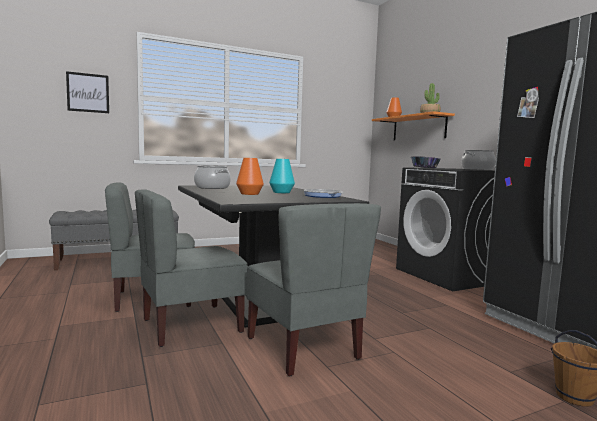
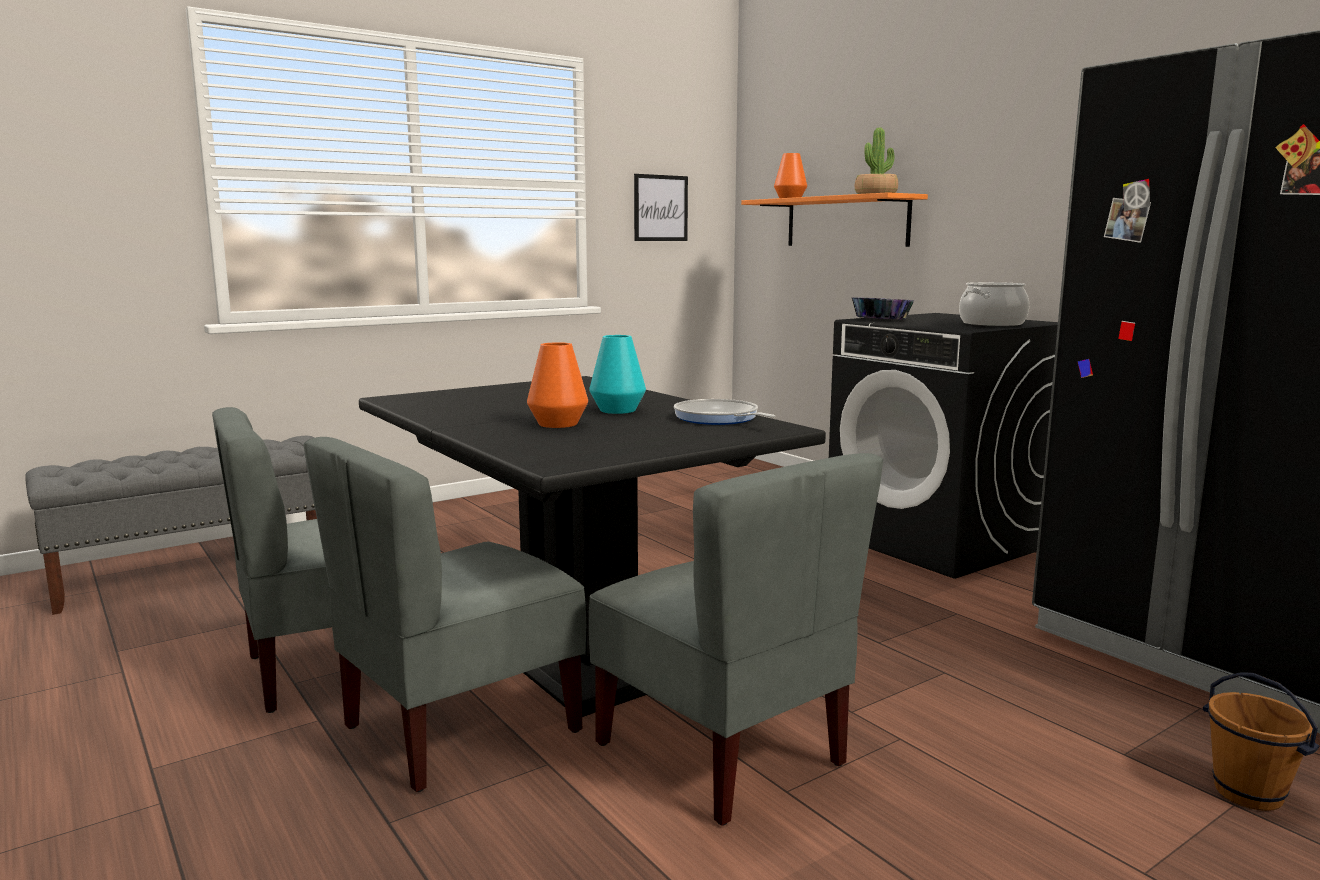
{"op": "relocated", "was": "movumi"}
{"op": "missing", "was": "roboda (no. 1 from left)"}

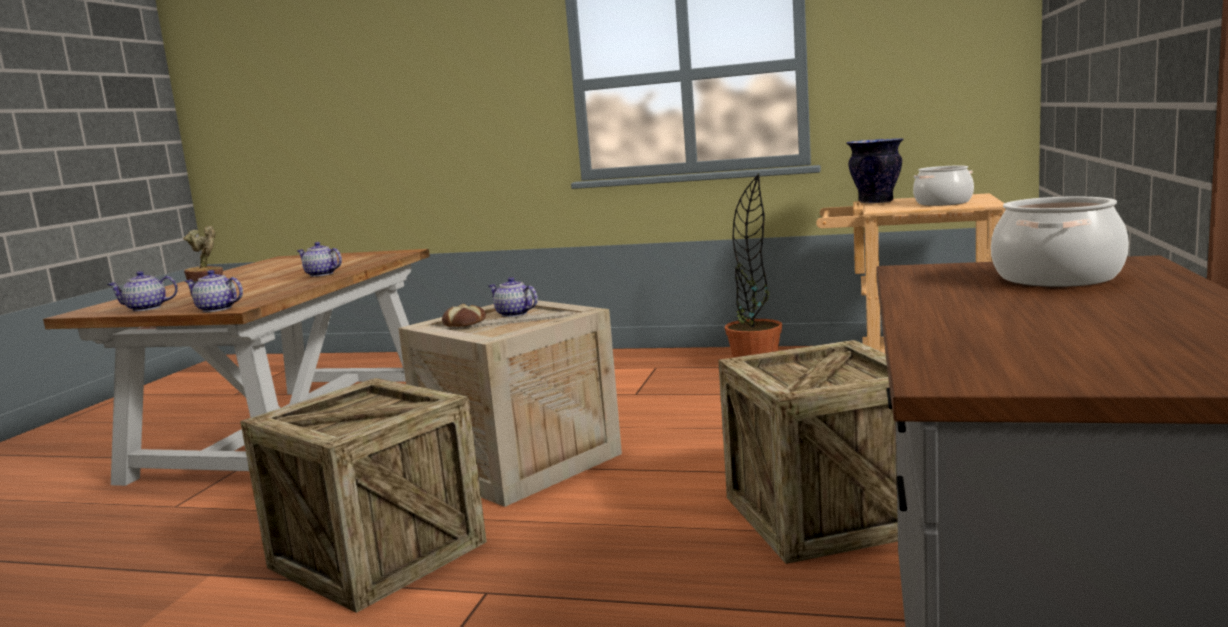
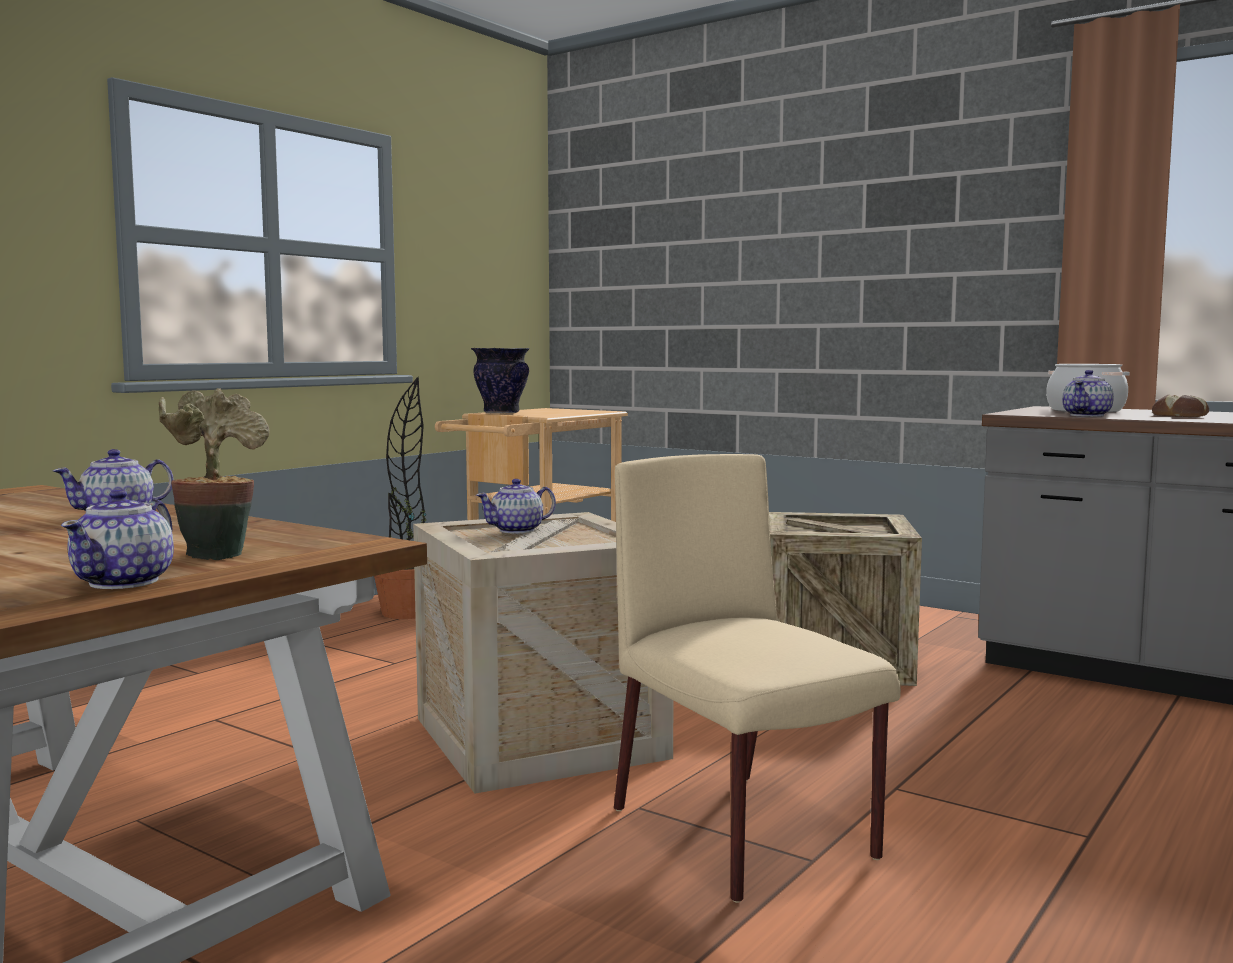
{"op": "exchanged", "was": "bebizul (no. 1 from left)", "now": "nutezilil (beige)"}
{"op": "relocated", "was": "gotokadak (no. 2 from left in the first image)", "now": "gotokadak (no. 4 from left)"}
{"op": "relocated", "was": "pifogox"}
{"op": "missing", "was": "roboda (no. 1 from left)"}

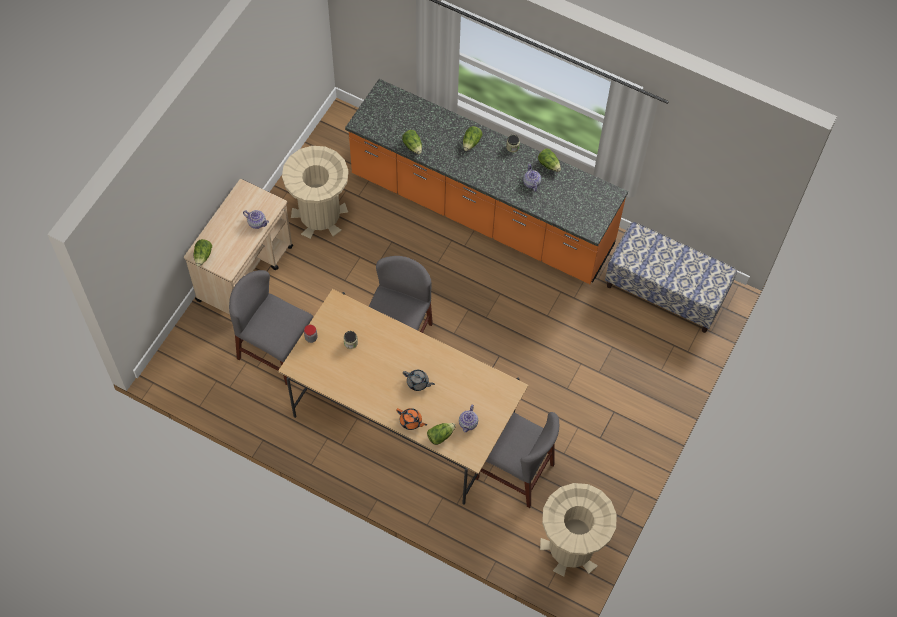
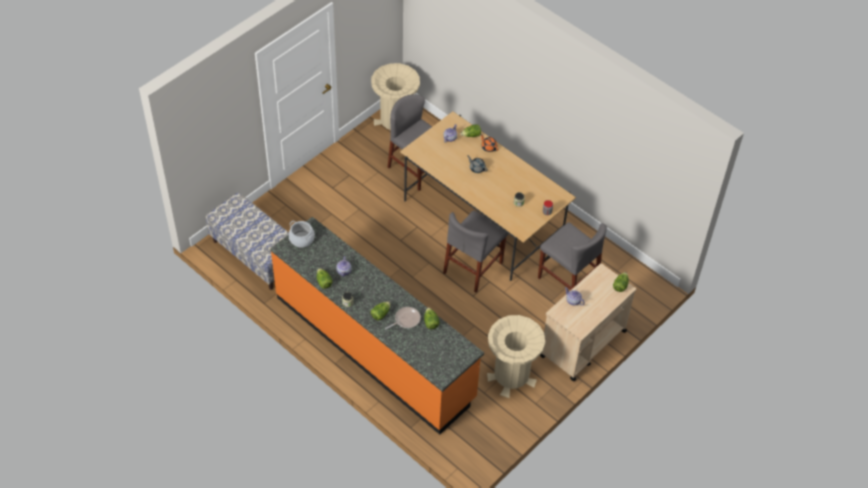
{"op": "appeared", "now": "roboda"}
{"op": "appeared", "now": "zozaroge"}

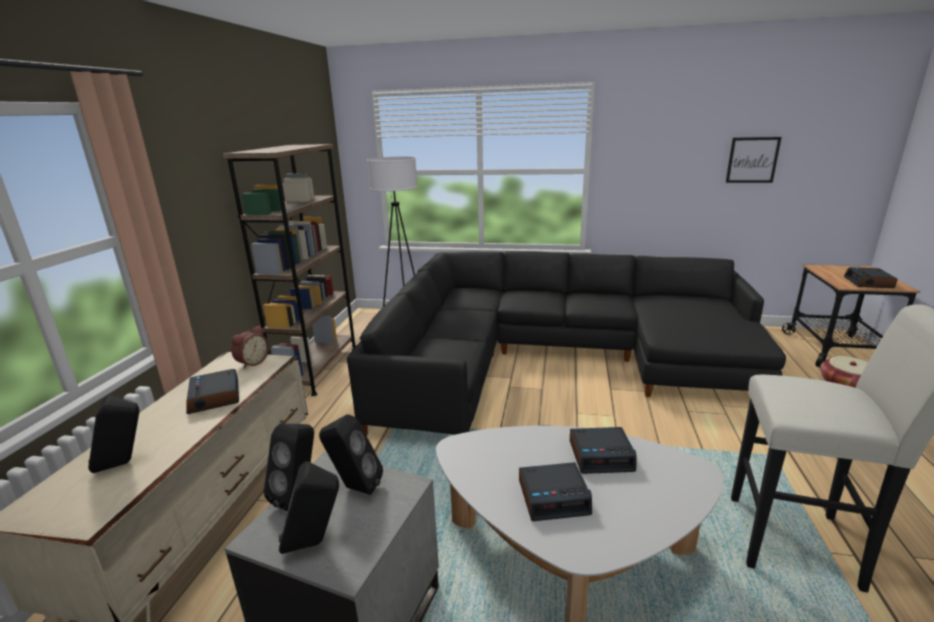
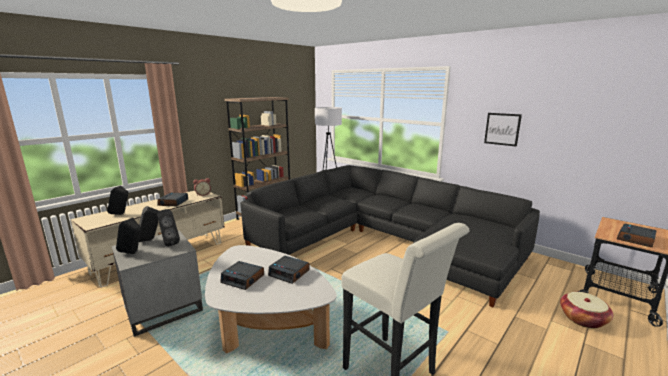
{"op": "relocated", "was": "movumi"}

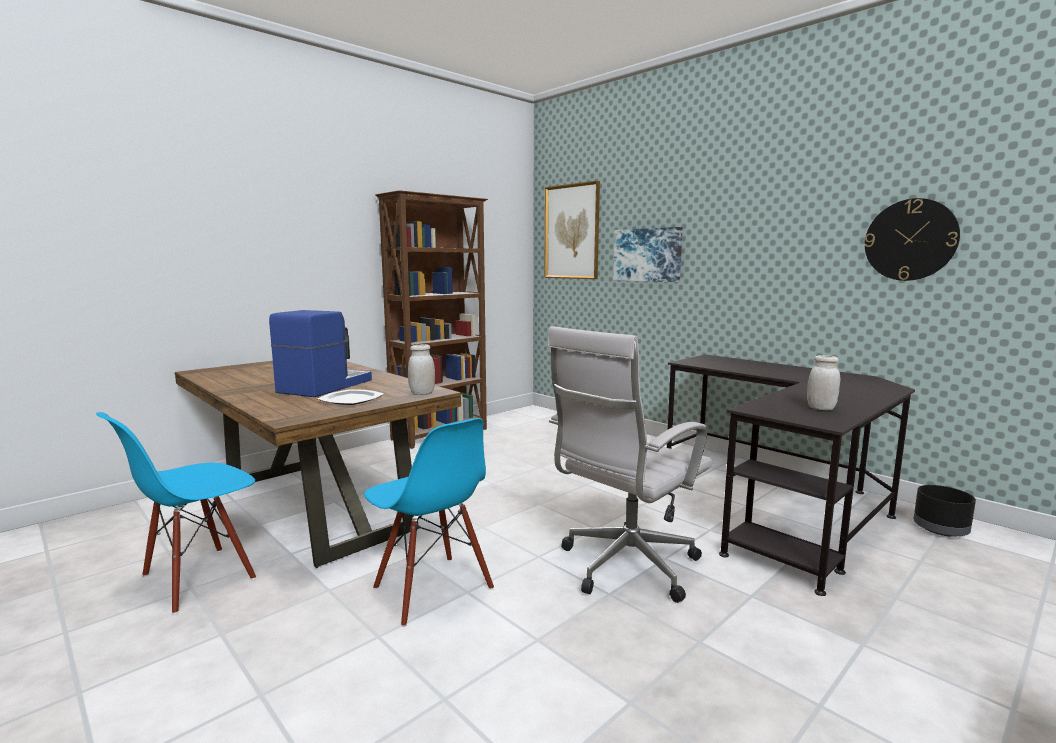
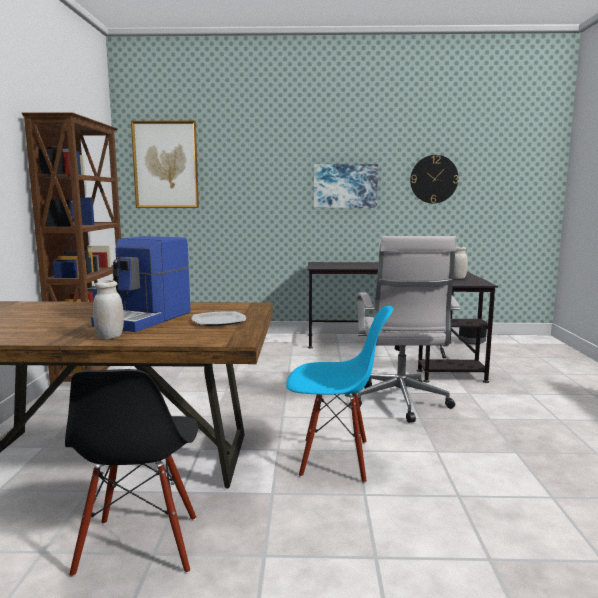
{"op": "colour", "was": "nutezilil (blue) (no. 1 from left)", "now": "nutezilil (black)"}
{"op": "spun", "was": "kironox", "clockwise": -135}
{"op": "relocated", "was": "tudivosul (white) (no. 1 from left)"}
{"op": "relocated", "was": "movumi (no. 2 from left)"}

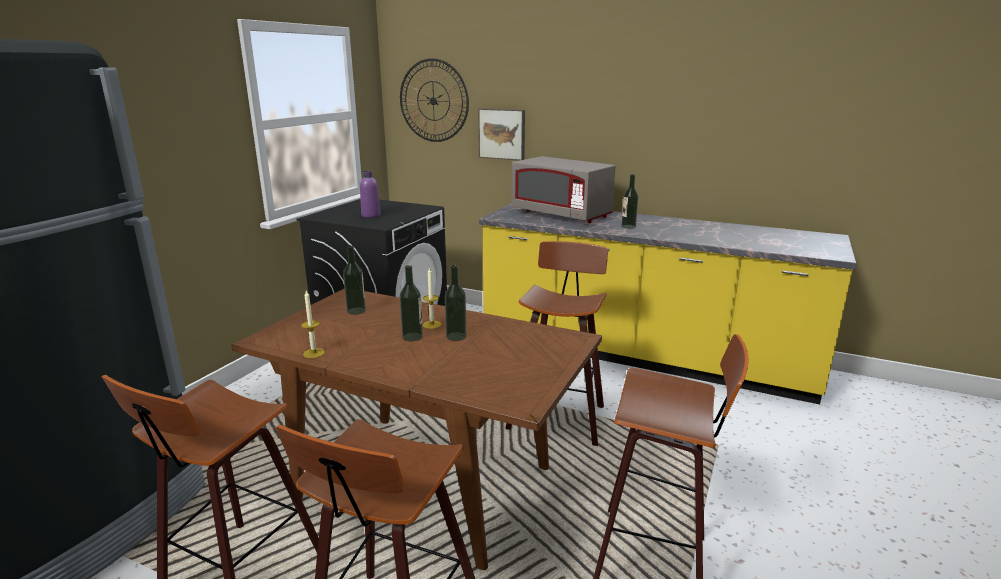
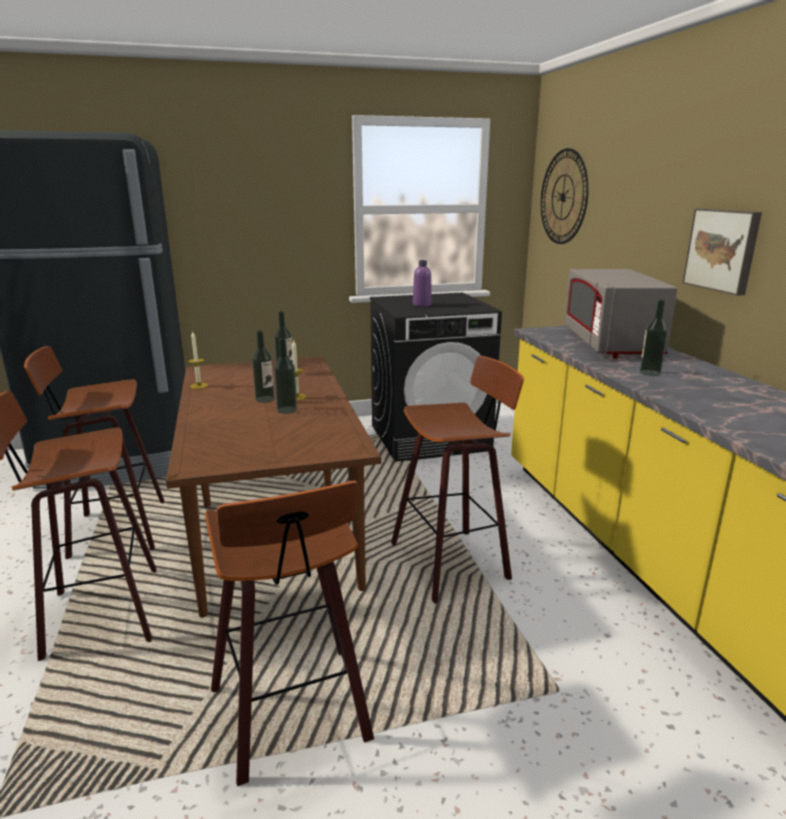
{"op": "relocated", "was": "movumi"}

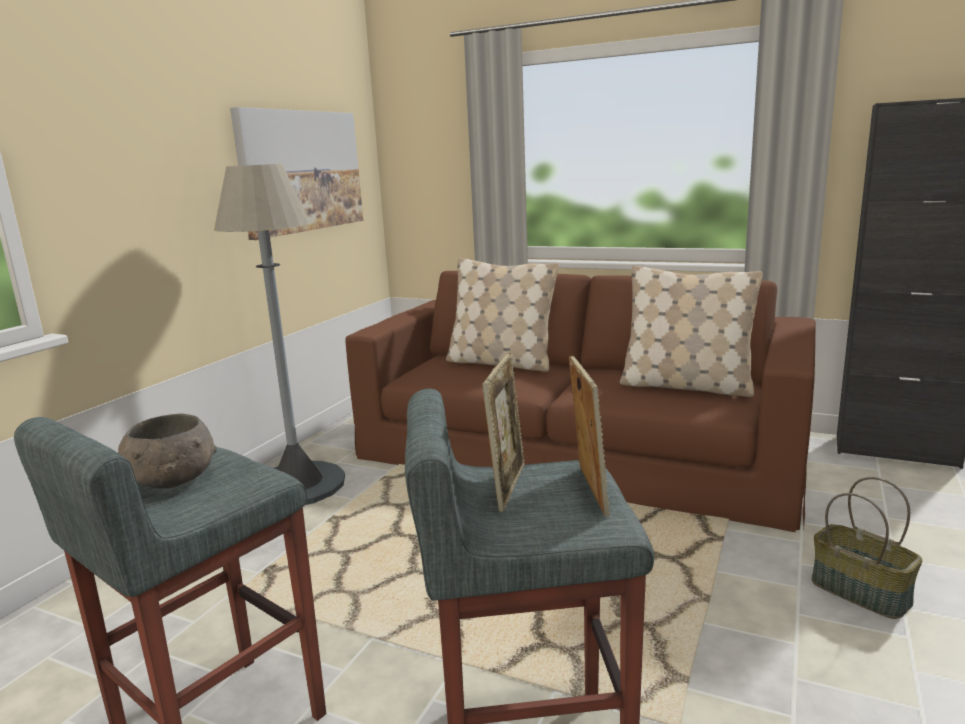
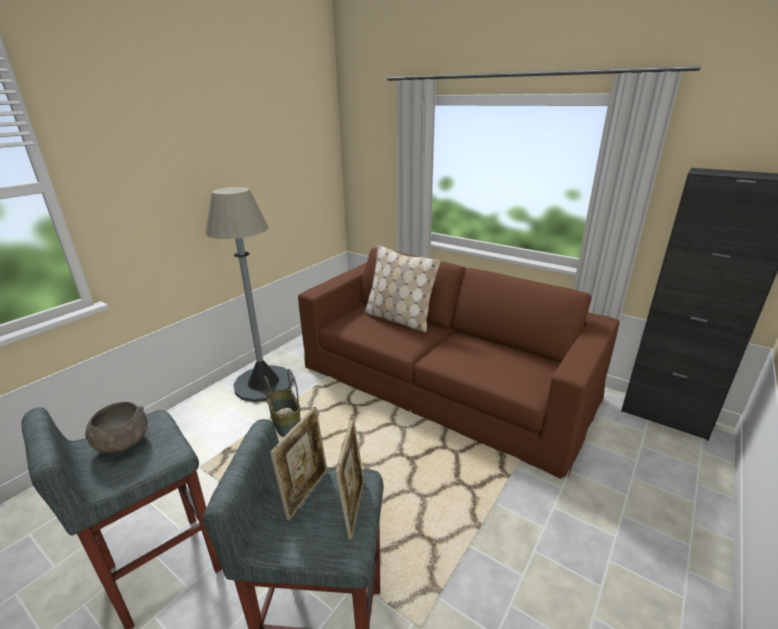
{"op": "relocated", "was": "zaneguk"}
{"op": "missing", "was": "movumi"}
{"op": "missing", "was": "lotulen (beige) (no. 2 from left)"}

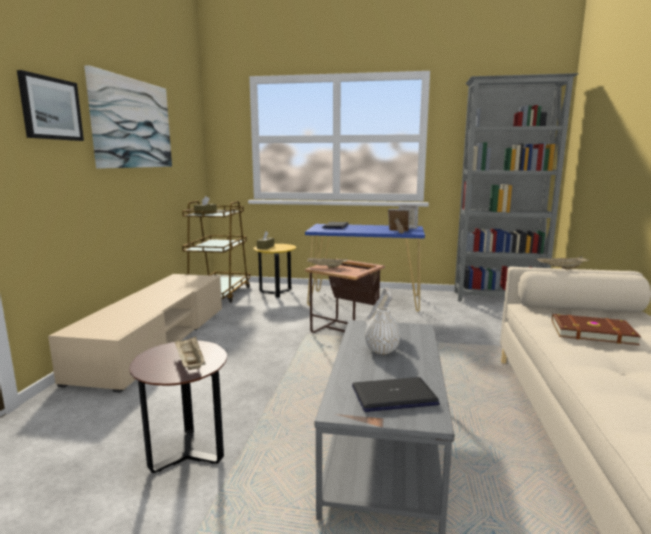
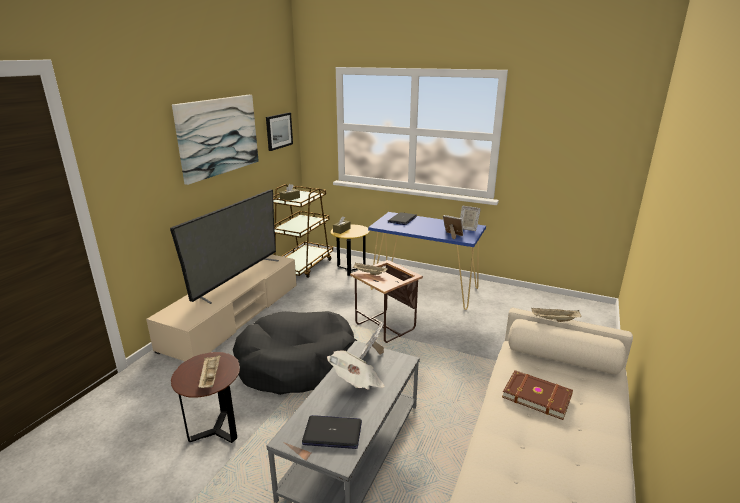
{"op": "appeared", "now": "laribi"}
{"op": "appeared", "now": "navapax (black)"}
{"op": "relocated", "was": "movumi (no. 1 from left in the first image)", "now": "movumi (no. 2 from left)"}
{"op": "exchanged", "was": "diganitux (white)", "now": "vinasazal"}
{"op": "missing", "was": "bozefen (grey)"}

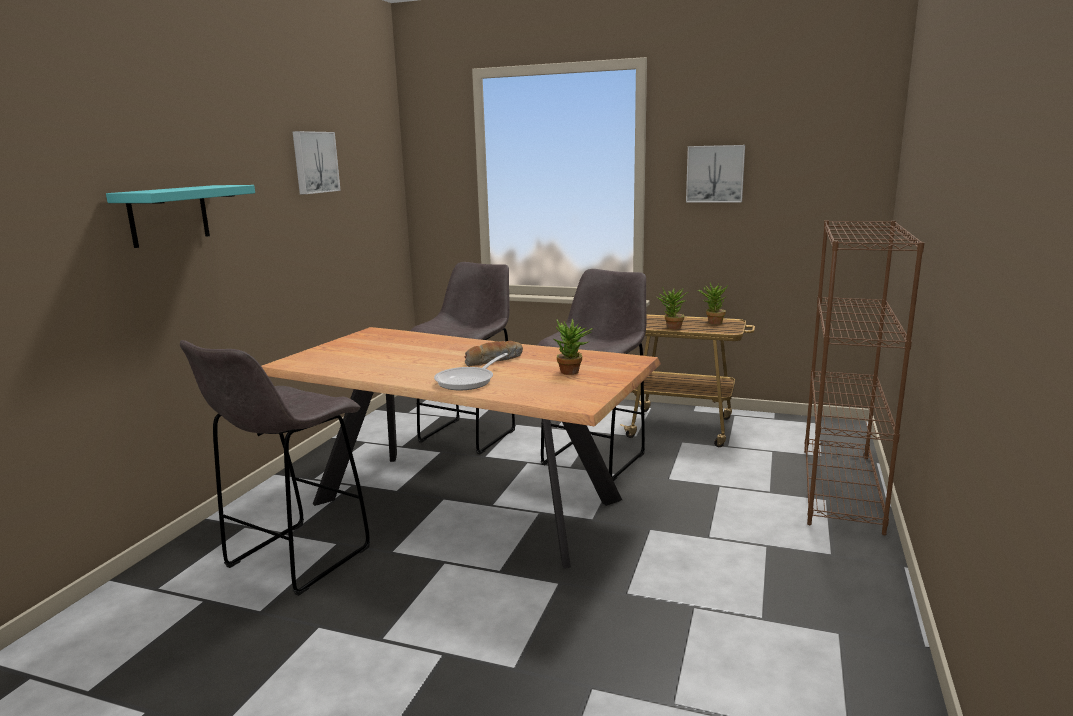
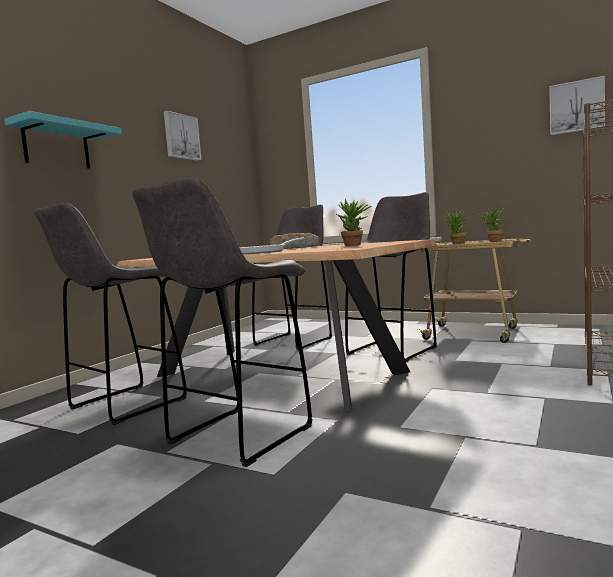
{"op": "appeared", "now": "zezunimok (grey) (no. 2 from left)"}
{"op": "relocated", "was": "movumi (no. 2 from left)"}

